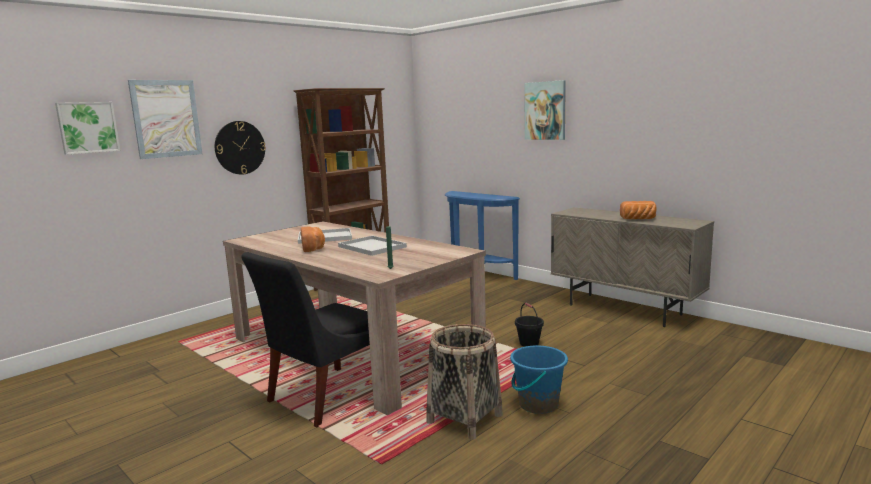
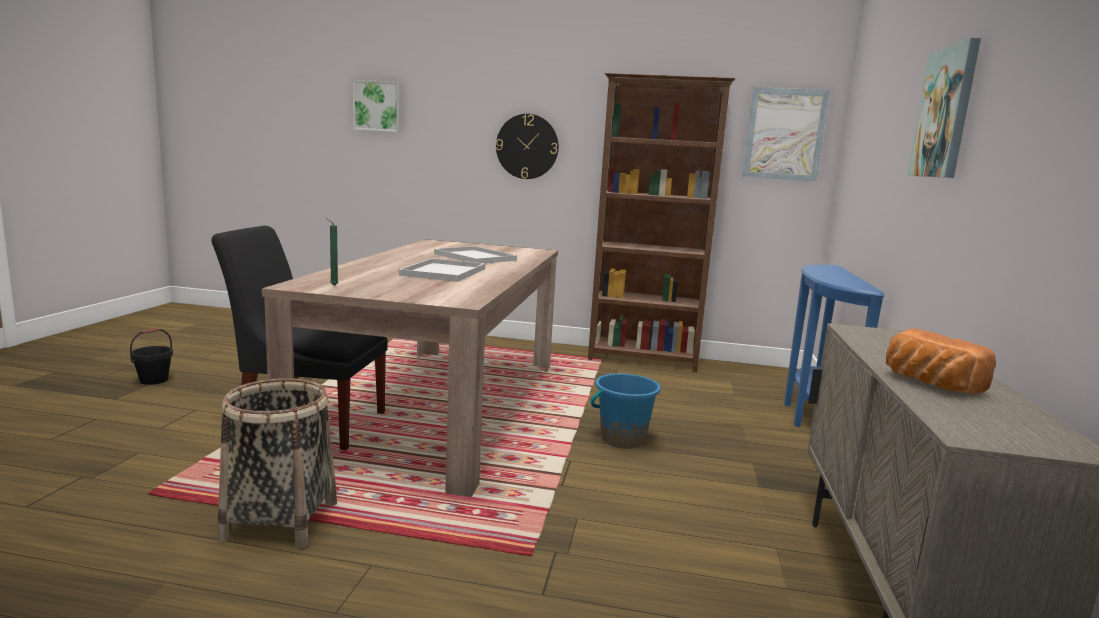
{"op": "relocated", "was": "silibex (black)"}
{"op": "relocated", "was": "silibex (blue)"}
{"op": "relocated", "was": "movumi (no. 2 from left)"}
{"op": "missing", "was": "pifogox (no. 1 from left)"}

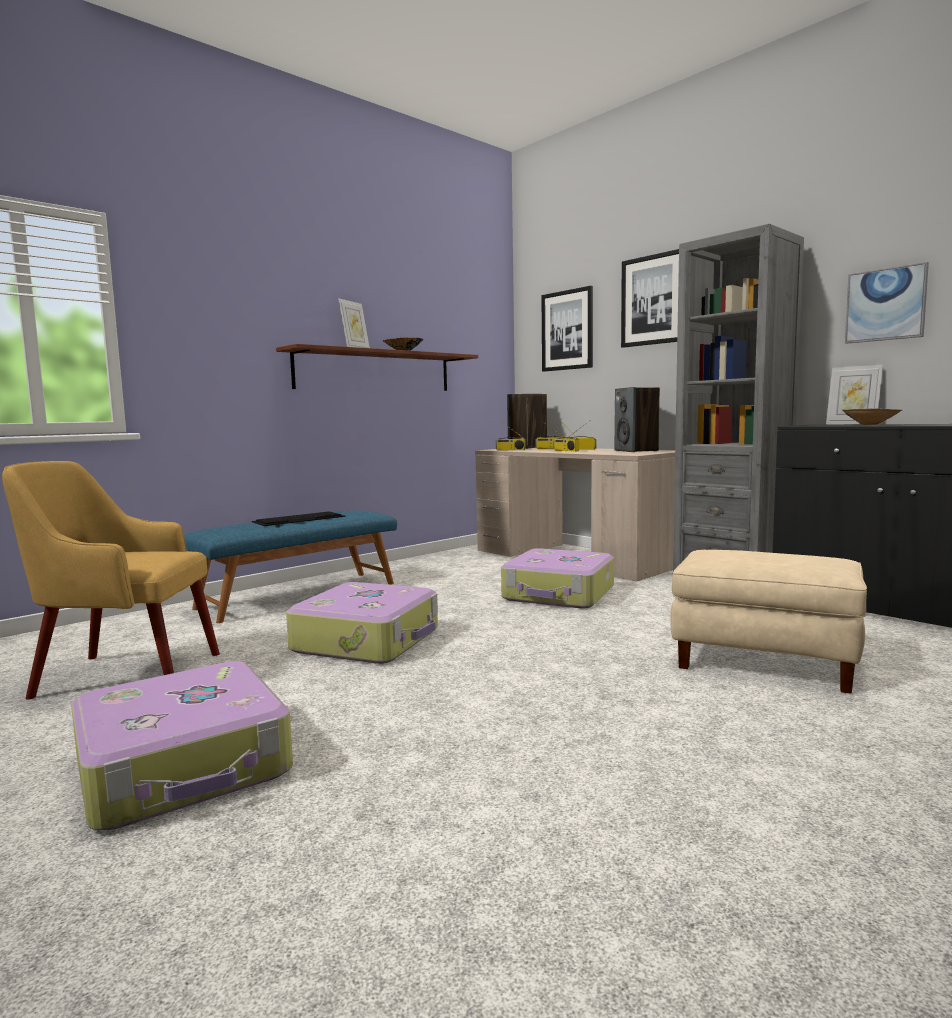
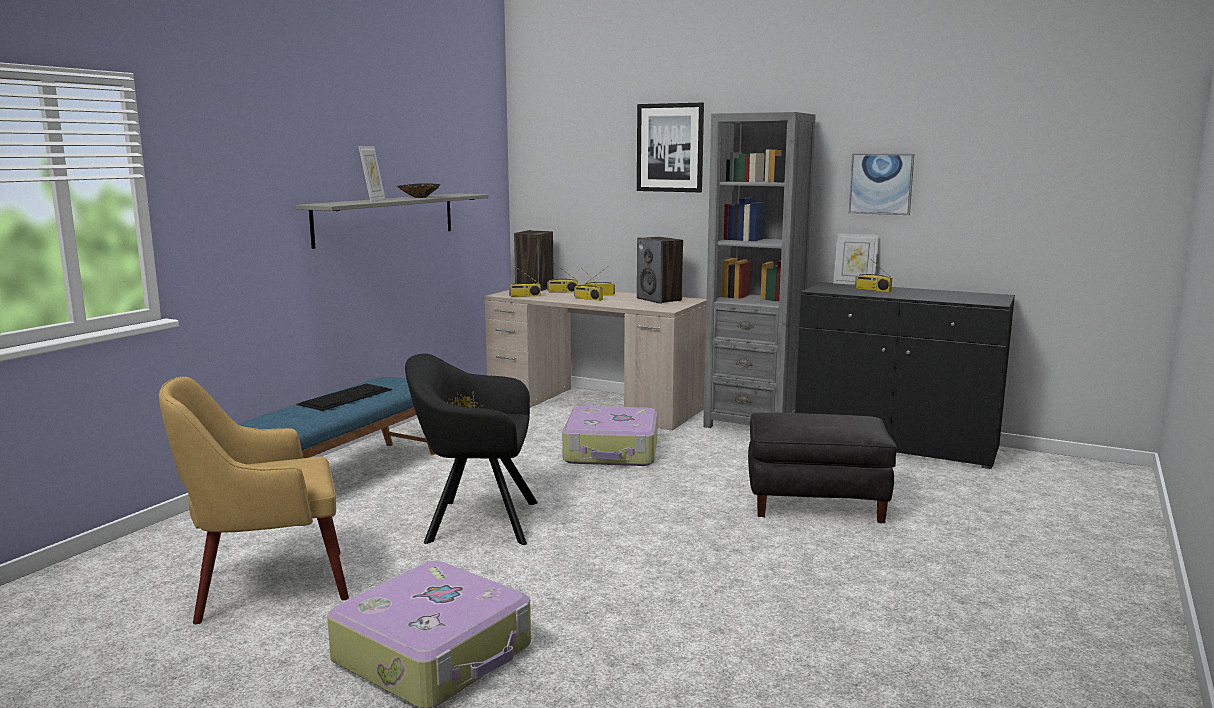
{"op": "colour", "was": "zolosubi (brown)", "now": "zolosubi (grey)"}
{"op": "exchanged", "was": "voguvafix (no. 2 from left)", "now": "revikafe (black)"}
{"op": "colour", "was": "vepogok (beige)", "now": "vepogok (black)"}
{"op": "exchanged", "was": "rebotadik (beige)", "now": "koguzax (no. 5 from left)"}
{"op": "missing", "was": "movumi (no. 1 from left)"}

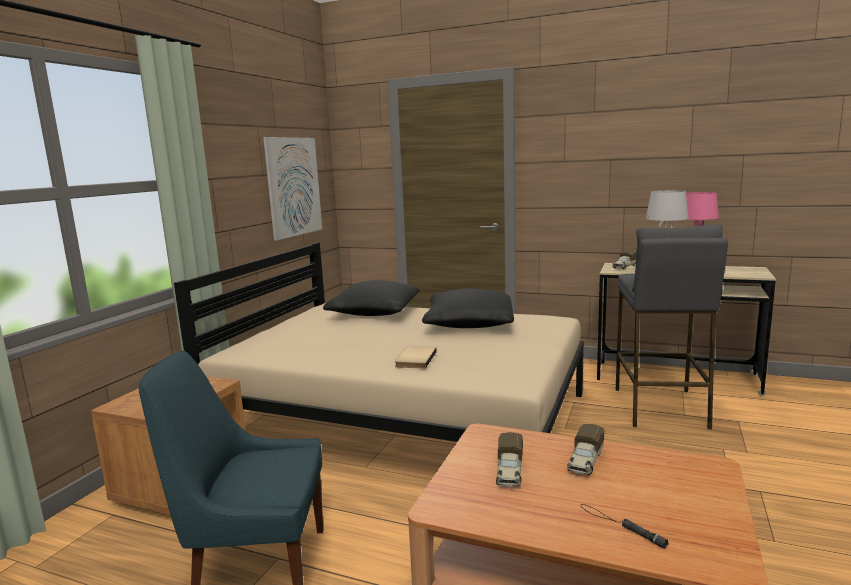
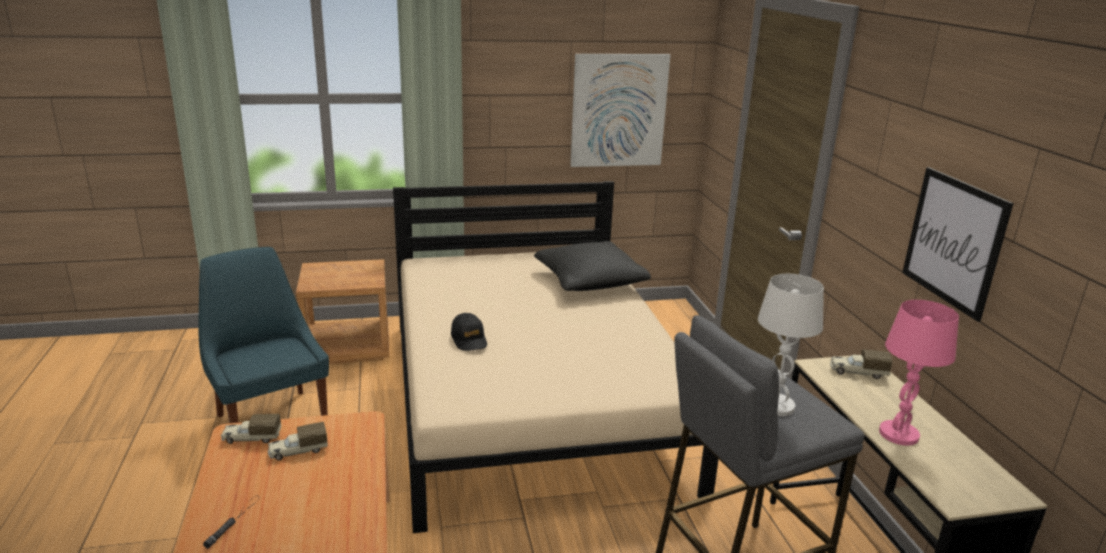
{"op": "relocated", "was": "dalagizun (no. 2 from left in the first image)", "now": "dalagizun (no. 1 from left)"}
{"op": "exchanged", "was": "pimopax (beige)", "now": "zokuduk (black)"}
{"op": "appeared", "now": "movumi (no. 2 from left)"}
{"op": "missing", "was": "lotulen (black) (no. 2 from left)"}

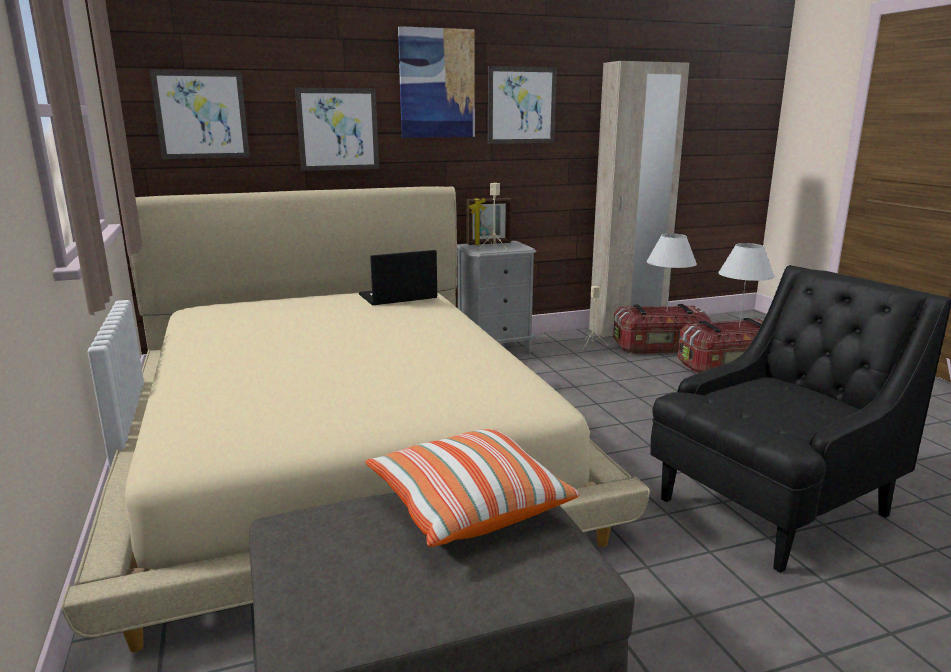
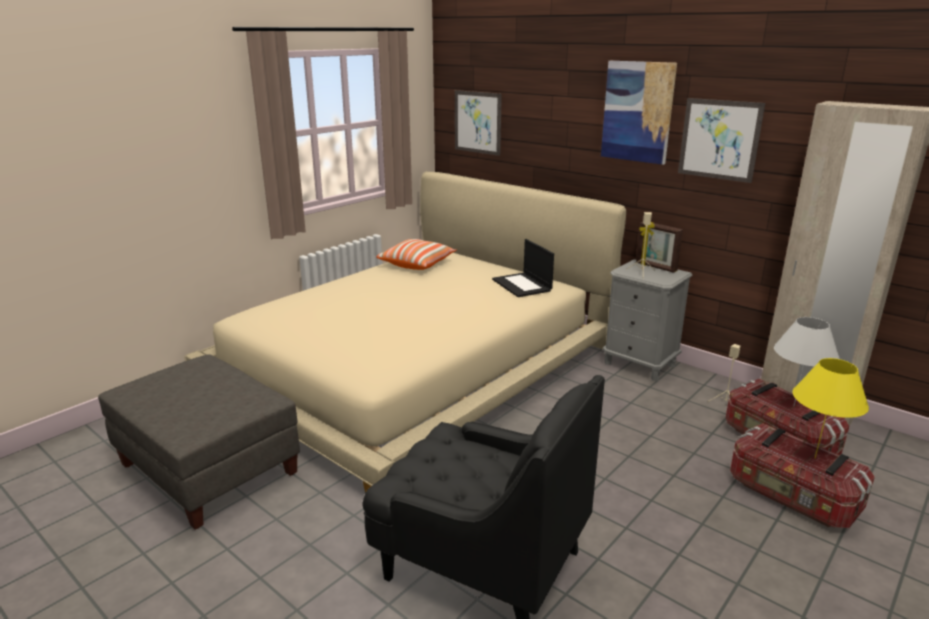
{"op": "relocated", "was": "lotulen"}
{"op": "spun", "was": "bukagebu", "clockwise": -150}
{"op": "colour", "was": "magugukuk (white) (no. 2 from left)", "now": "magugukuk (yellow)"}
{"op": "missing", "was": "movumi (no. 2 from left)"}

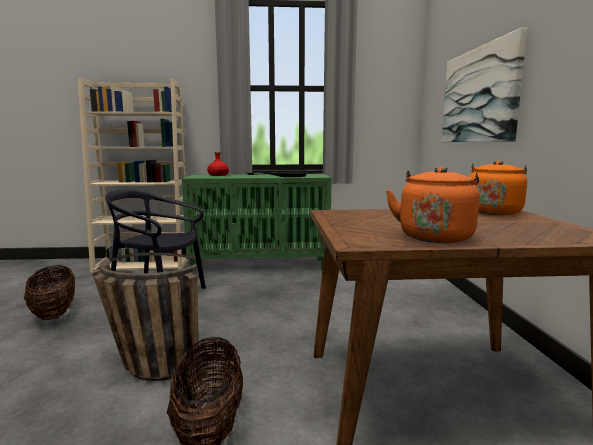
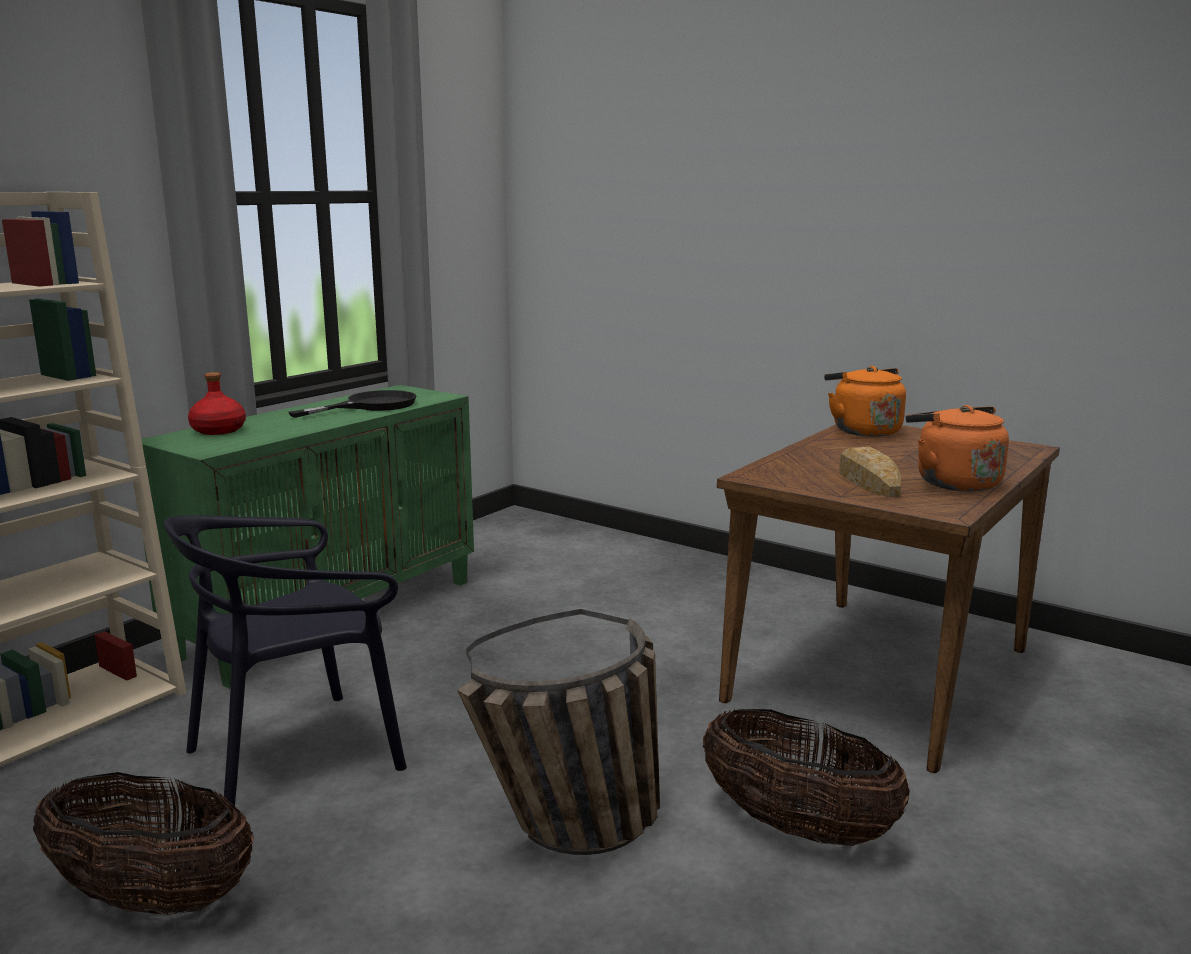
{"op": "appeared", "now": "pifogox"}
{"op": "missing", "was": "movumi"}

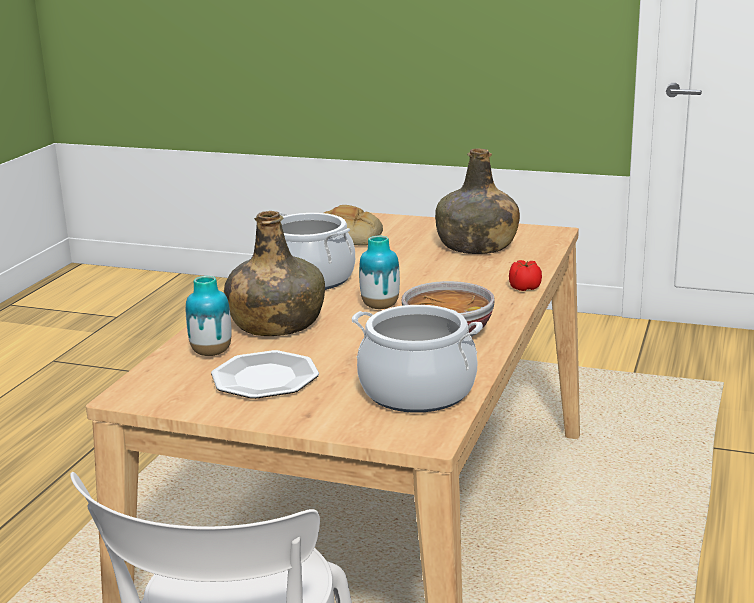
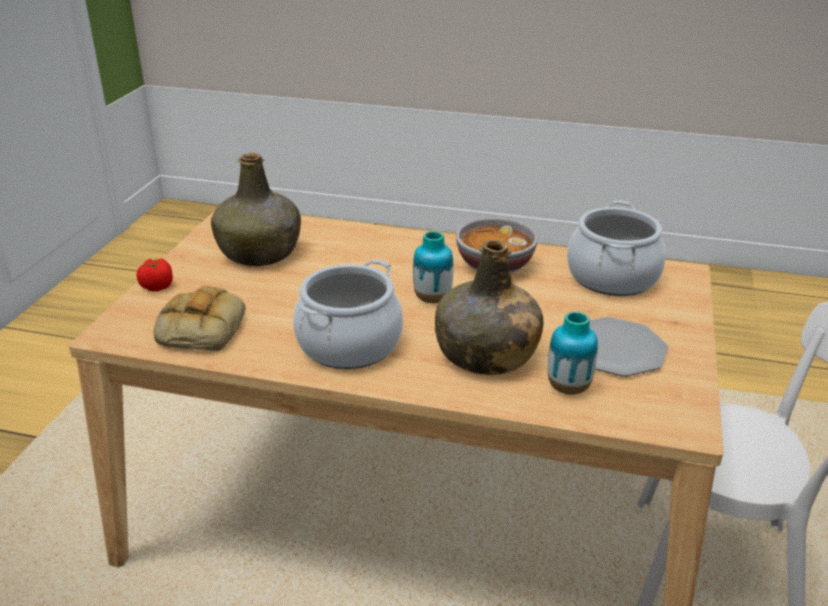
{"op": "relocated", "was": "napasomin"}

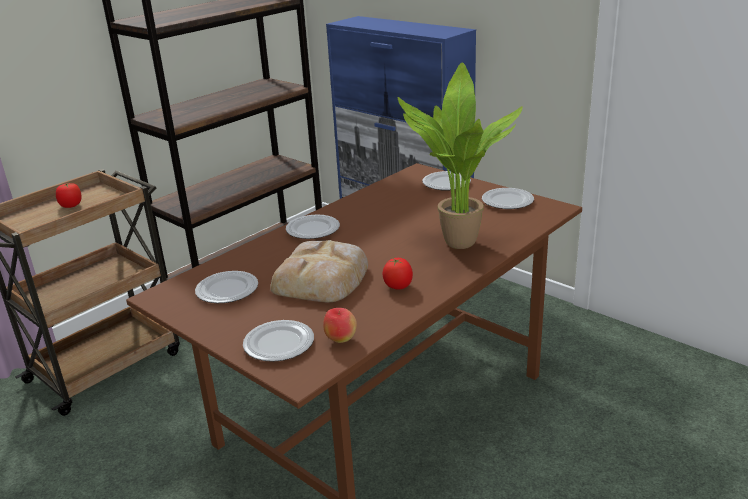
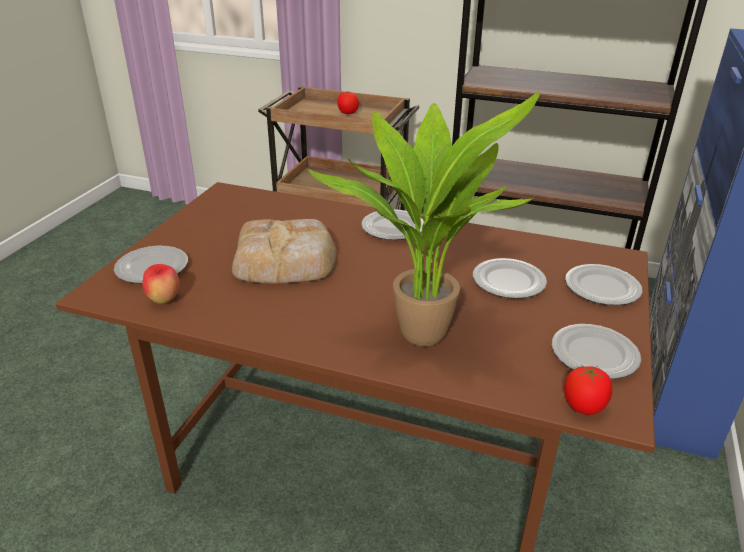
{"op": "relocated", "was": "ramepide (no. 1 from left in the first image)", "now": "ramepide (no. 3 from left)"}
{"op": "relocated", "was": "napasomin (no. 2 from left)"}

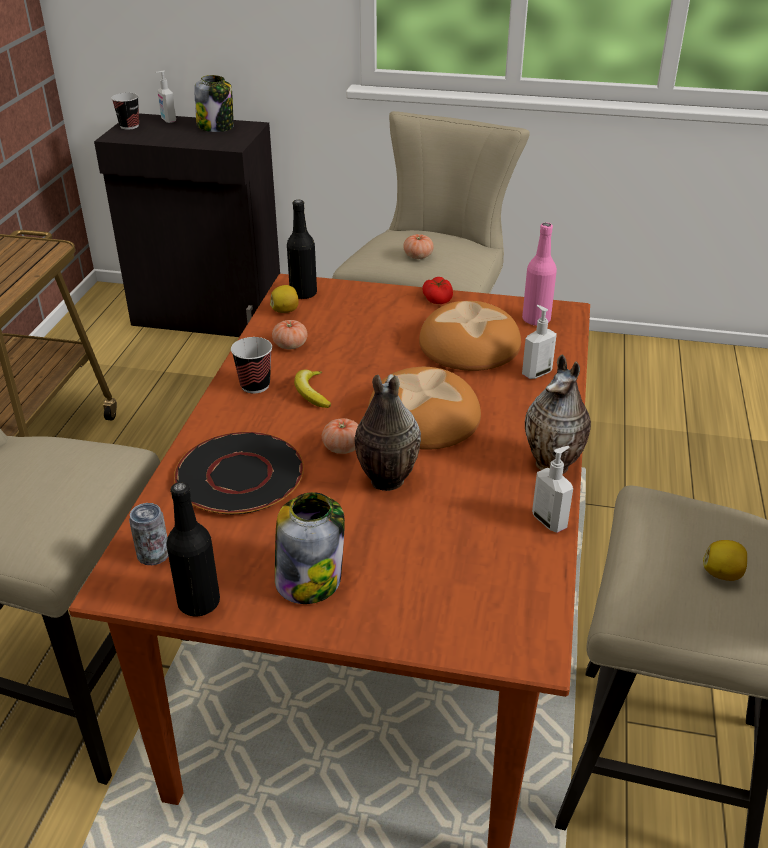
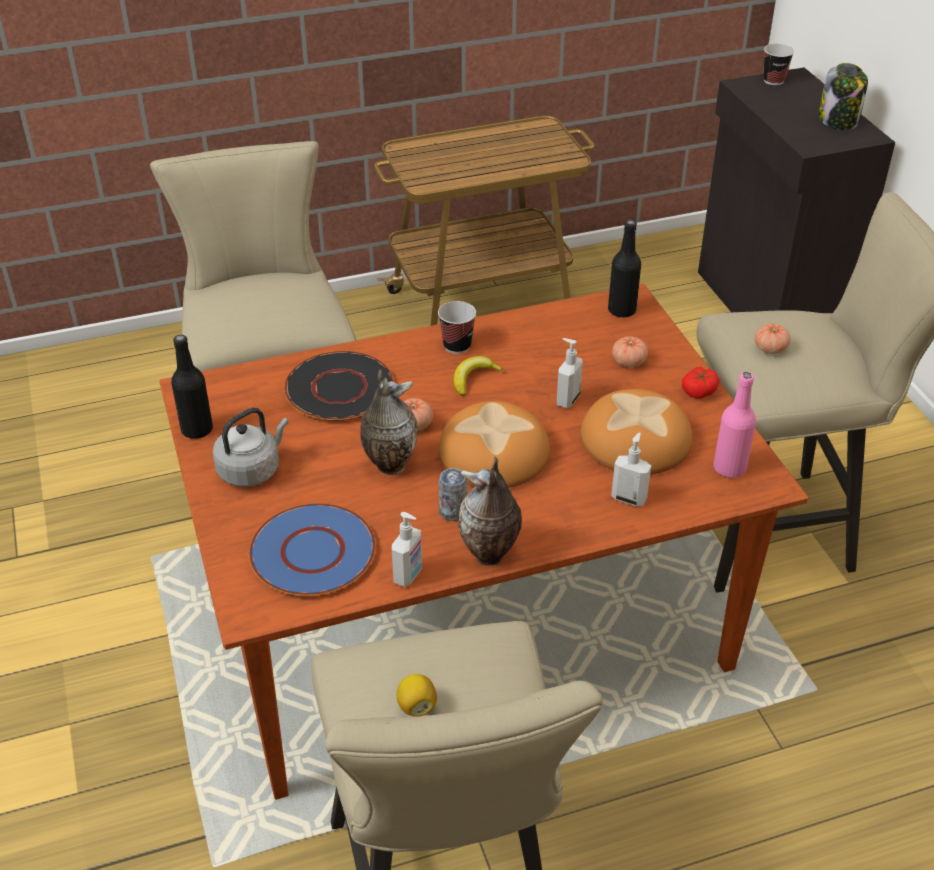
{"op": "exchanged", "was": "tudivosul (no. 2 from left)", "now": "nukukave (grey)"}
{"op": "appeared", "now": "ramepide (blue)"}
{"op": "relocated", "was": "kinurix"}
{"op": "relocated", "was": "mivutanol (no. 1 from left in the first image)", "now": "mivutanol (no. 2 from left)"}
{"op": "relocated", "was": "napasomin (no. 1 from left in the first image)", "now": "napasomin (no. 2 from left)"}
{"op": "missing", "was": "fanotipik (no. 1 from left)"}

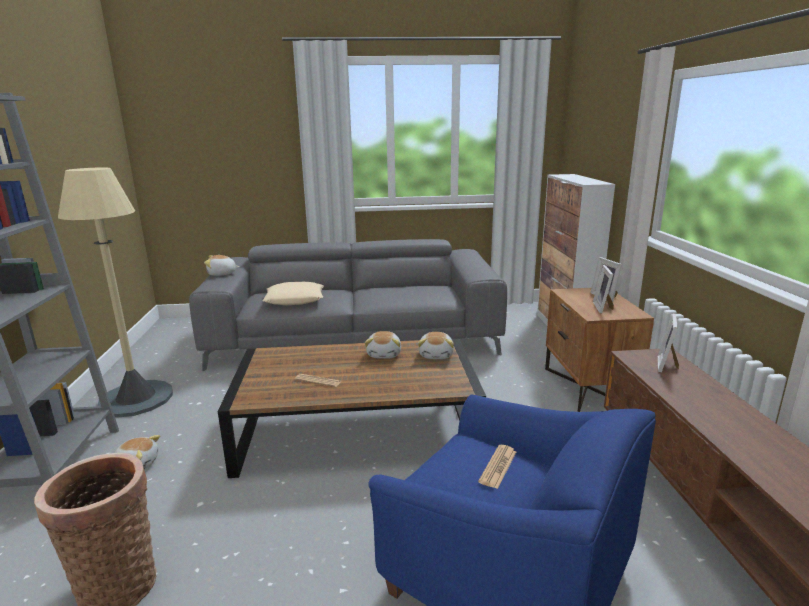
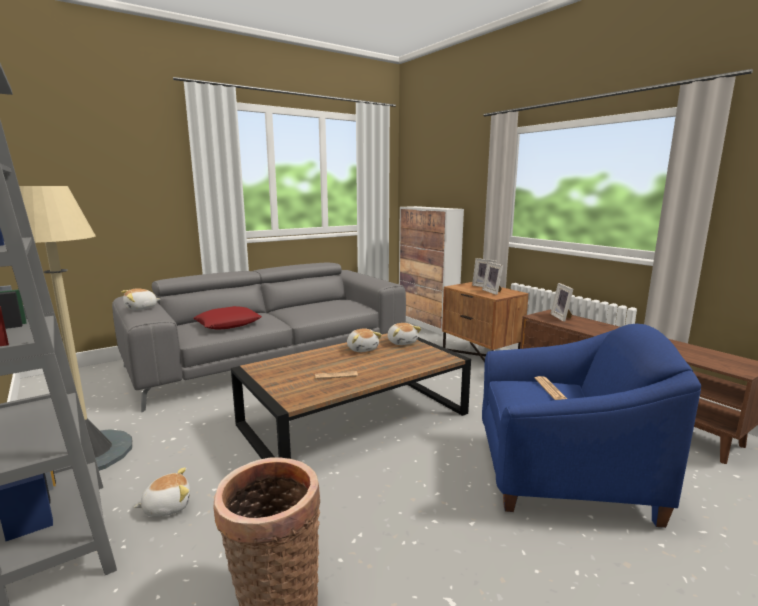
{"op": "colour", "was": "lotulen (beige)", "now": "lotulen (red)"}

